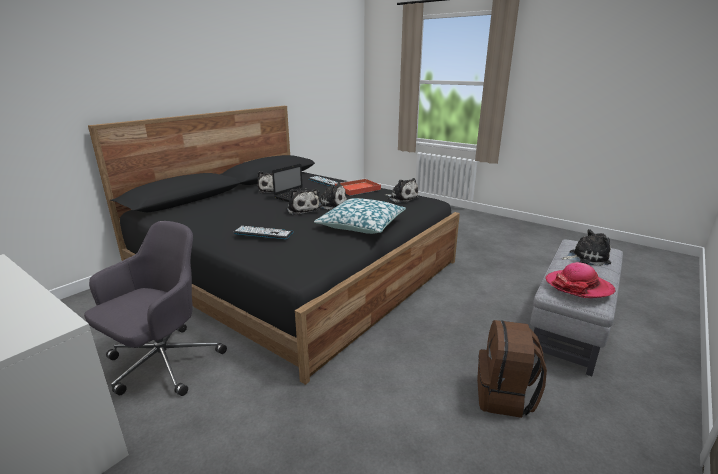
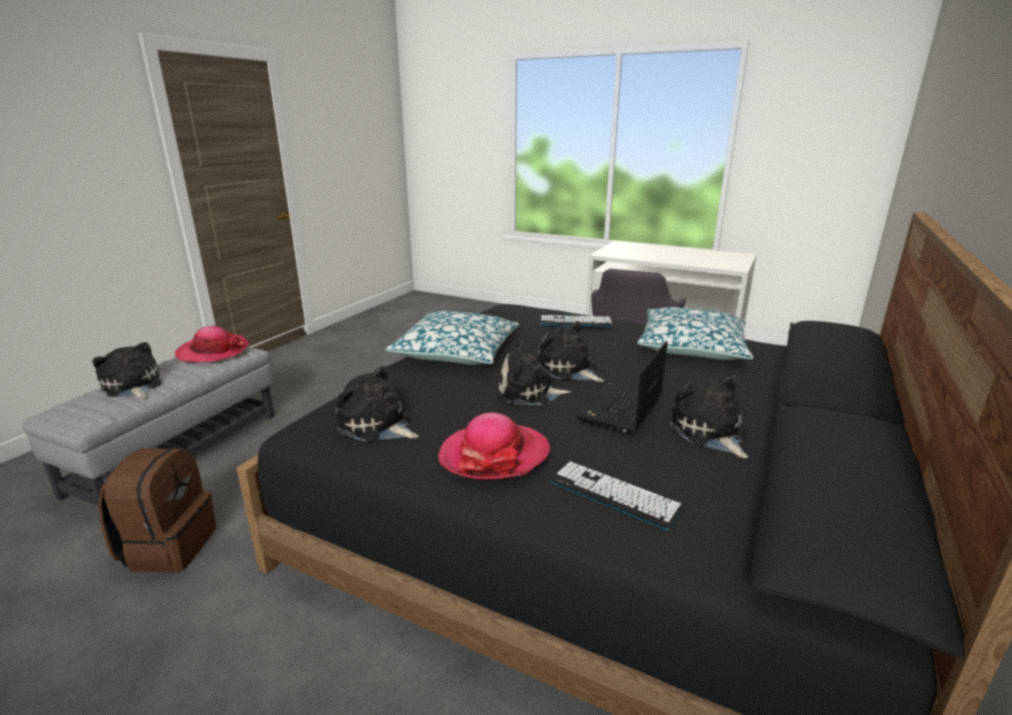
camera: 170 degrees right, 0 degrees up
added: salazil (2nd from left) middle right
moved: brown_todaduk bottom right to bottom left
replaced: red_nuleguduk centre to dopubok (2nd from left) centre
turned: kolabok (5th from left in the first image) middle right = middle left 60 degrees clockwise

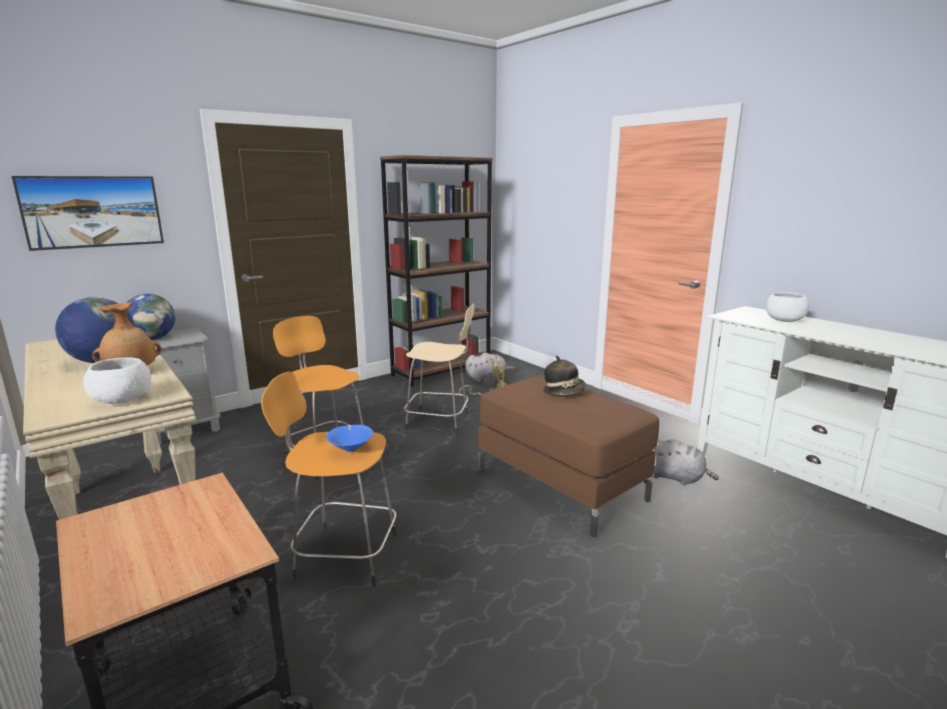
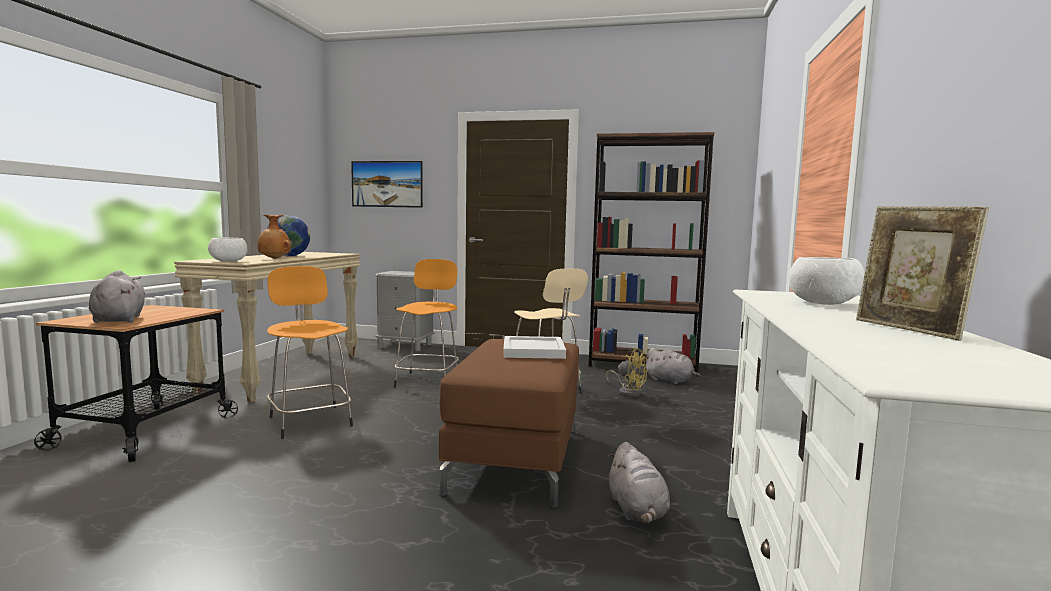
camera: 50 degrees right, 10 degrees down
removed: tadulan (2nd from left) middle left; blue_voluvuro centre
added: grey_kolabok (1st from left) middle left; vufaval middle right
replaced: dopubok centre to white_nuleguduk centre

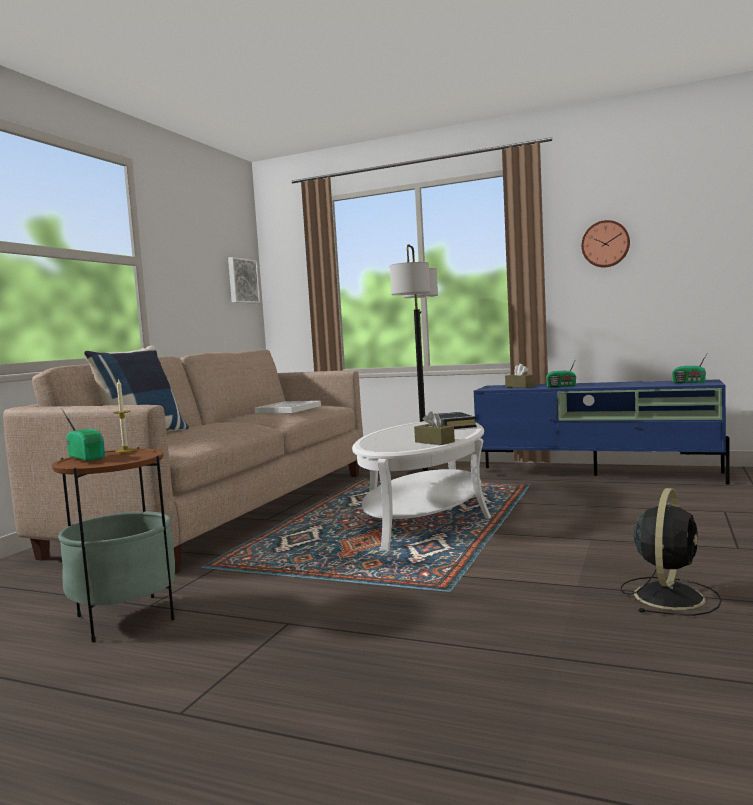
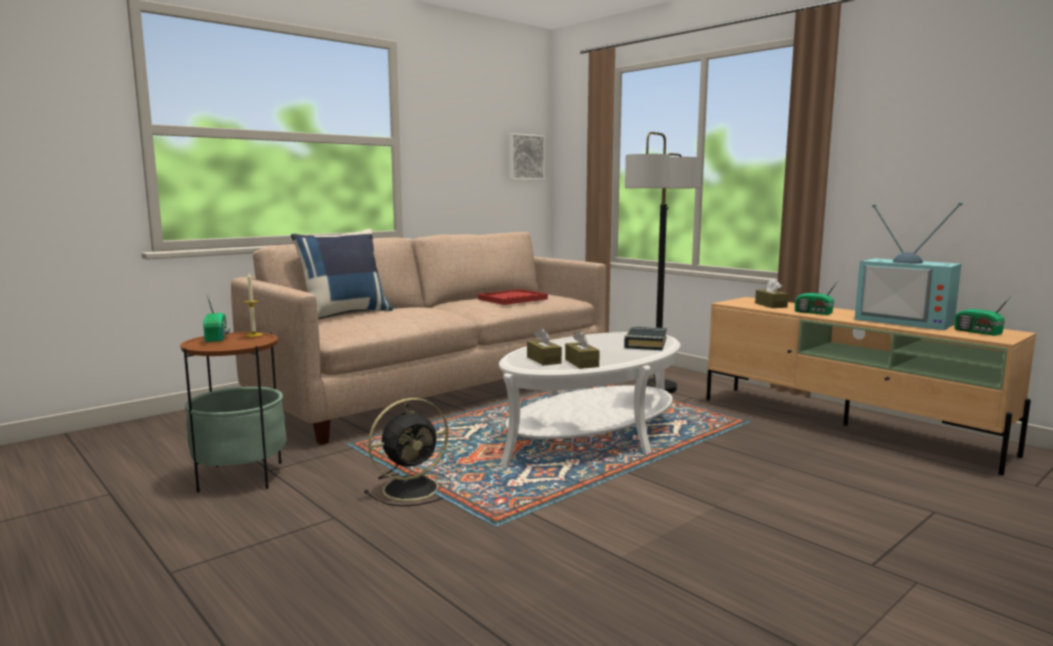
camera: 25 degrees right, 5 degrees up
removed: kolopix top right
added: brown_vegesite (1st from left) centre; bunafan middle right
moved: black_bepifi bottom right to bottom centre
recoloured: white_nuleguduk centre to red_nuleguduk centre; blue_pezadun middle right to beige_pezadun middle right

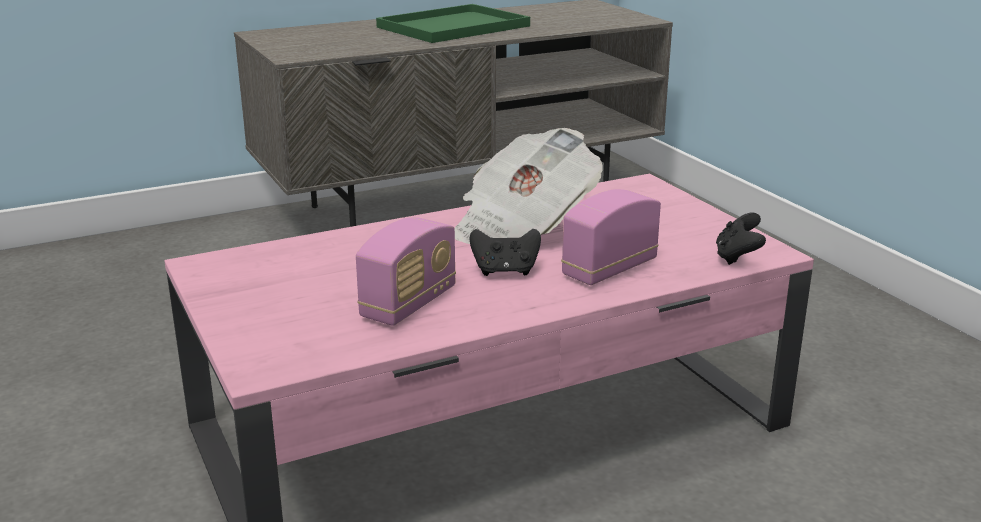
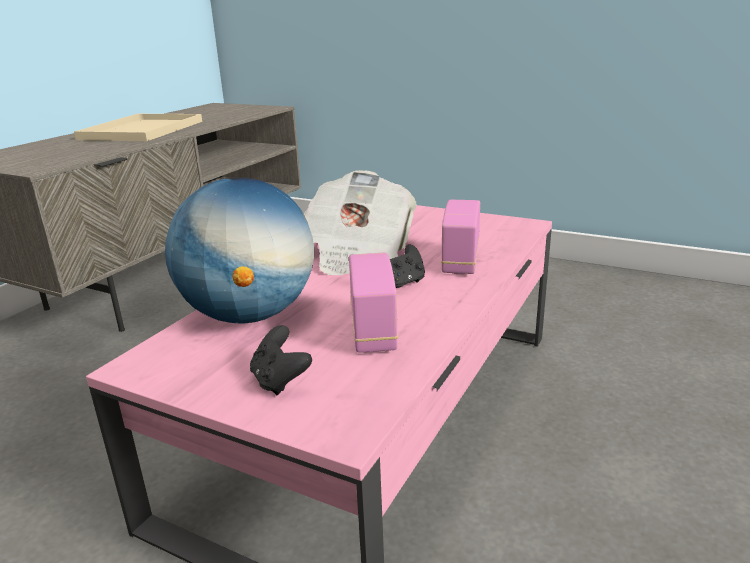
camera: 35 degrees left, 0 degrees up
added: tadulan middle left
moved: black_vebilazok (2nd from left in the first image) middle right to black_vebilazok (1st from left) centre
recoloured: green_nuleguduk top centre to beige_nuleguduk top left

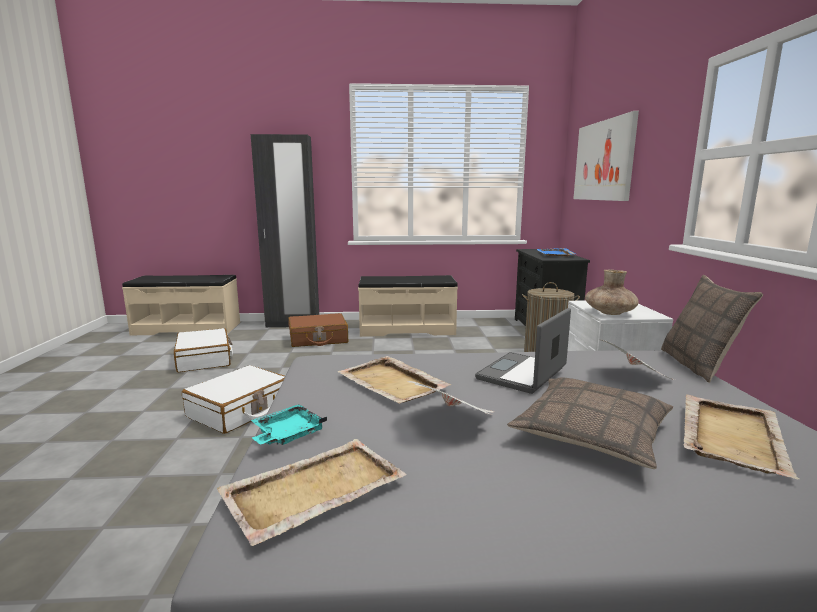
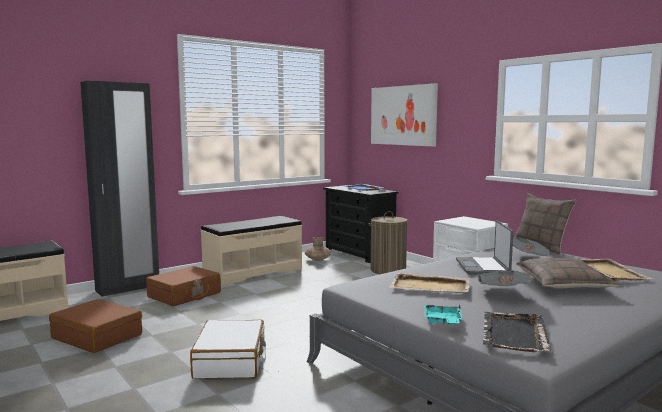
camera: 35 degrees left, 5 degrees down
moved: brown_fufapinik middle right to centre
recoloured: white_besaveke (1st from left) middle left to brown_besaveke (1st from left) bottom left; beige_nuleguduk (1st from left) bottom centre to black_nuleguduk bottom right

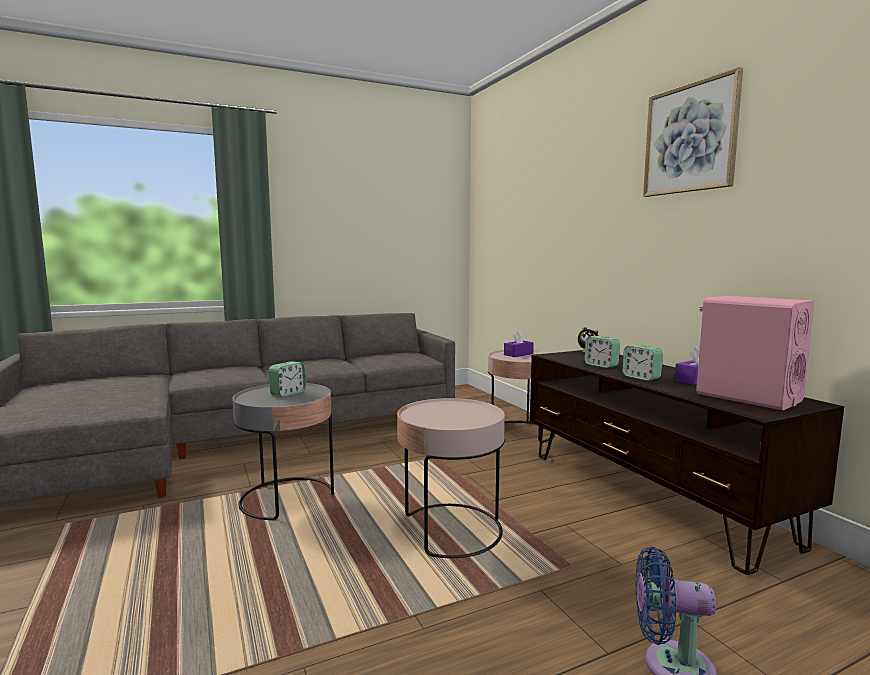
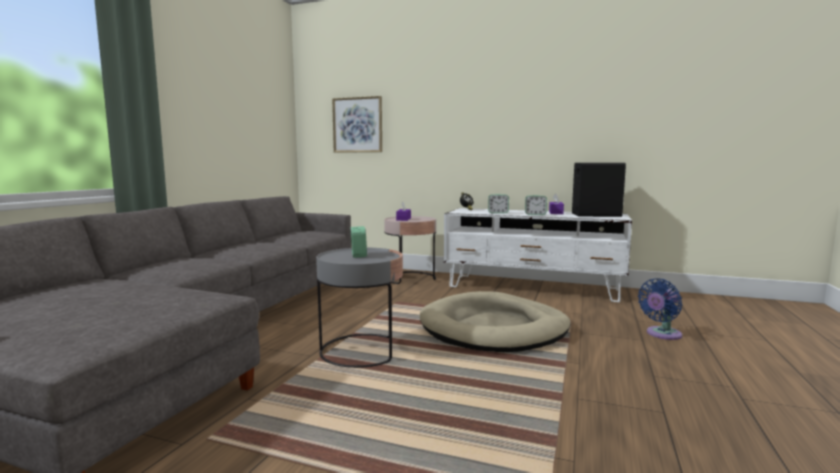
camera: 45 degrees left, 0 degrees up
moved: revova top right to top centre
replaced: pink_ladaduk (1st from left) bottom centre to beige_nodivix bottom centre
recoloured: brown_pezadun bottom right to white_pezadun centre; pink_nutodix middle right to black_nutodix middle right

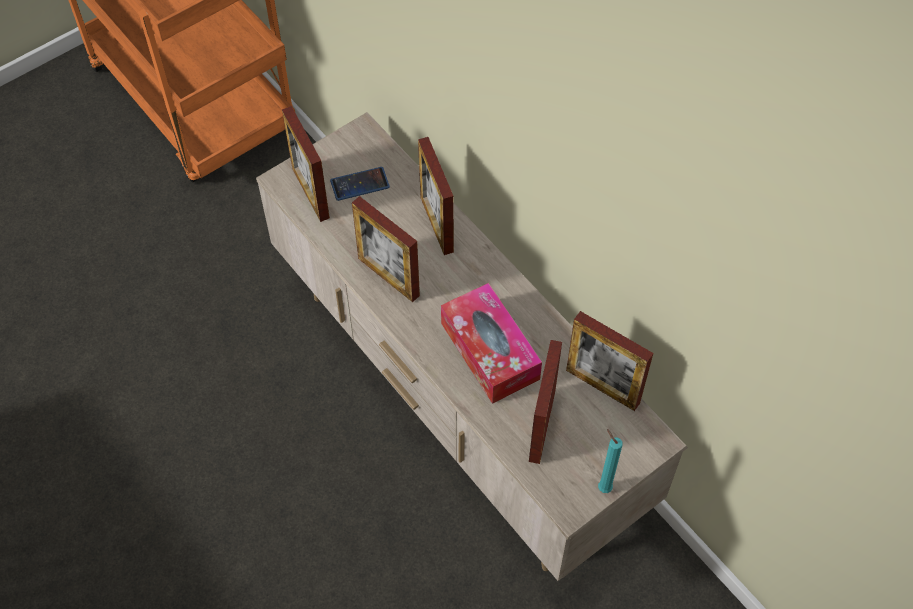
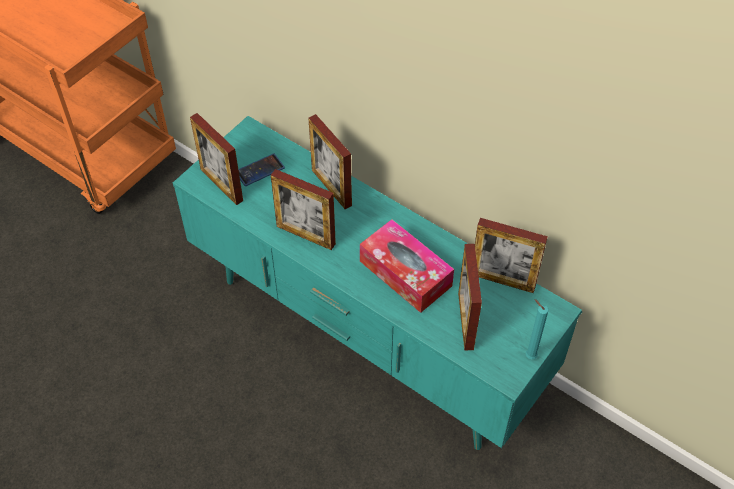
camera: 15 degrees left, 5 degrees down
recoloured: beige_pezadun centre to turquoise_pezadun centre

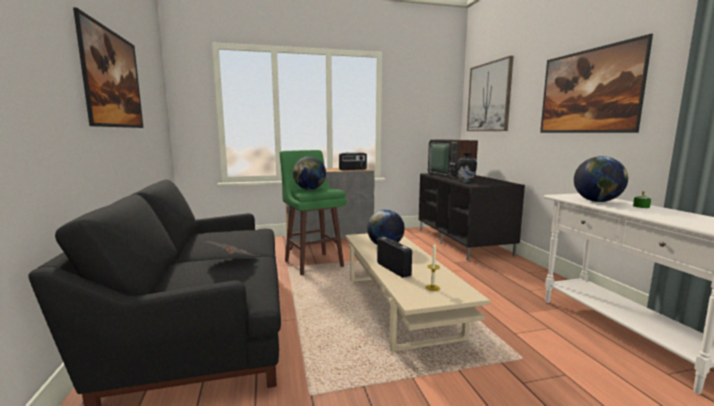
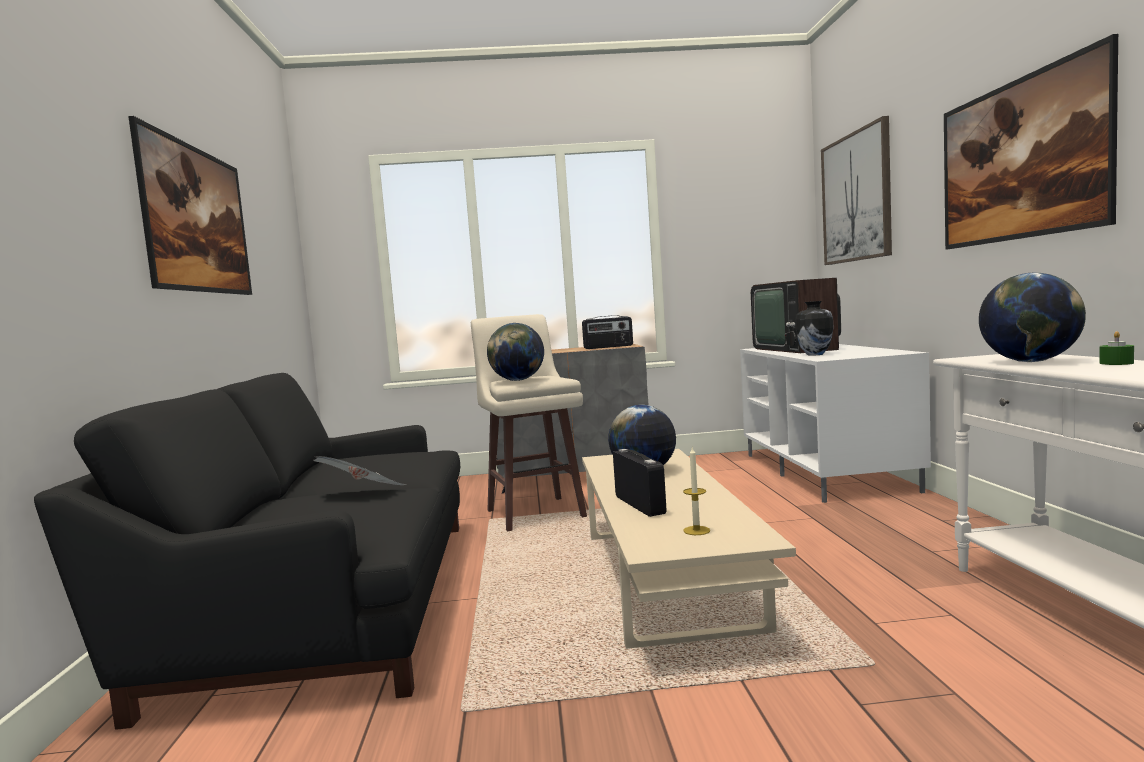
camera: 10 degrees right, 5 degrees down
recoloured: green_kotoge centre to beige_kotoge centre; black_pezadun centre to white_pezadun middle right

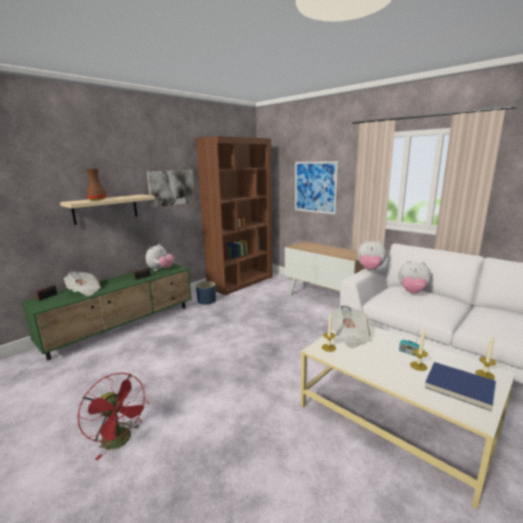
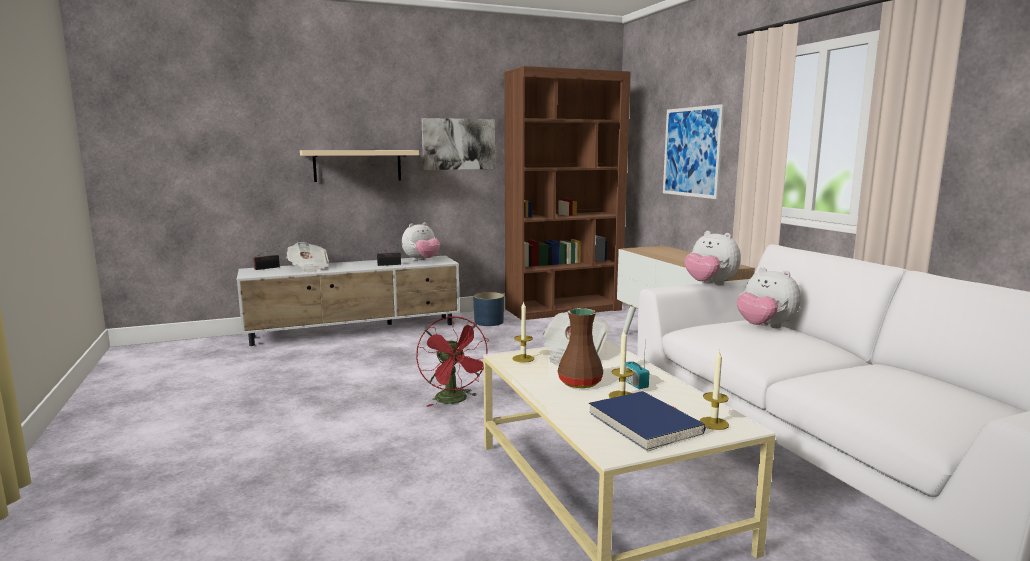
camera: 25 degrees right, 5 degrees down
moved: red_bepifi bottom left to centre; brown_fufapinik middle left to centre
recoloured: green_pezadun middle left to white_pezadun centre

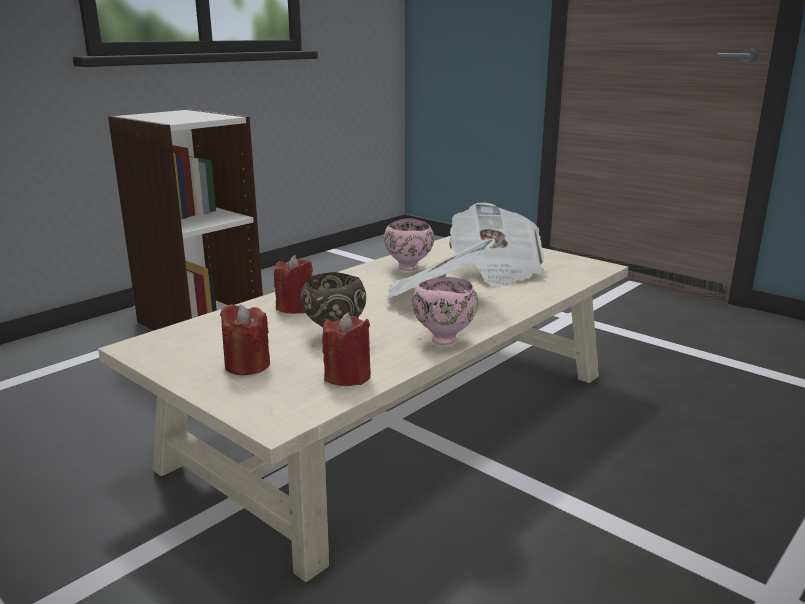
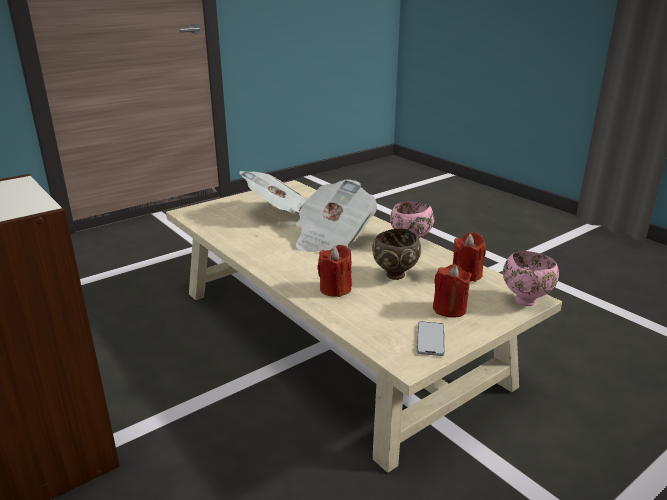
camera: 80 degrees left, 5 degrees up
added: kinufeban bottom centre
moved: pink_voluvuro (1st from left in the first image) centre to pink_voluvuro (2nd from left) middle right

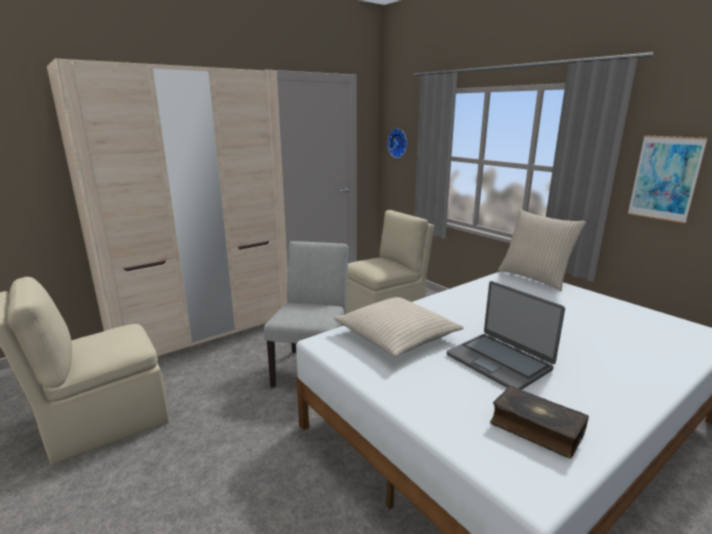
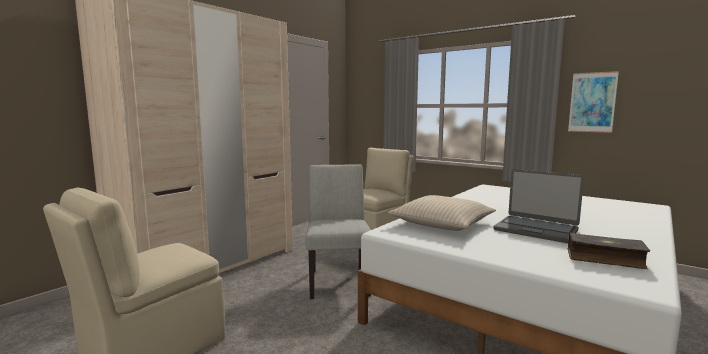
camera: 15 degrees left, 10 degrees down
removed: kolopix top centre; beige_salazil (2nd from left) middle right

